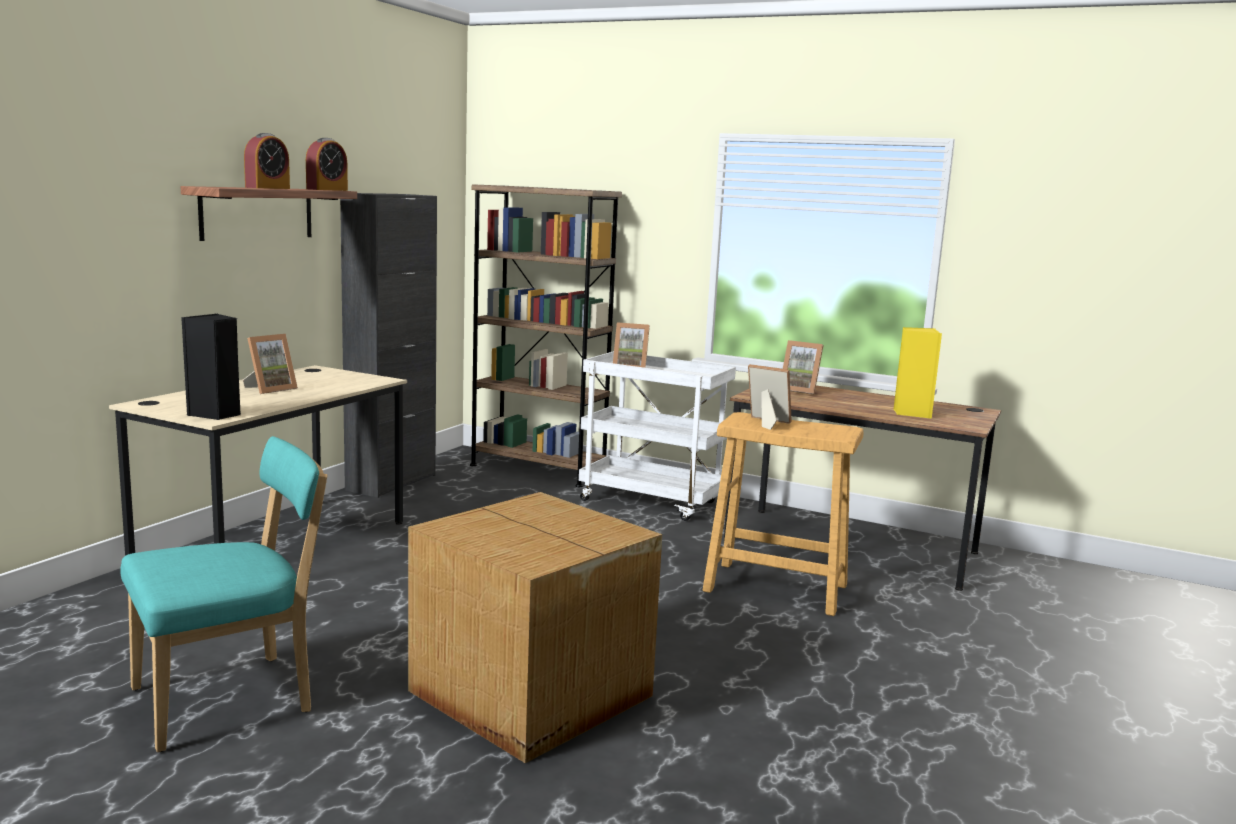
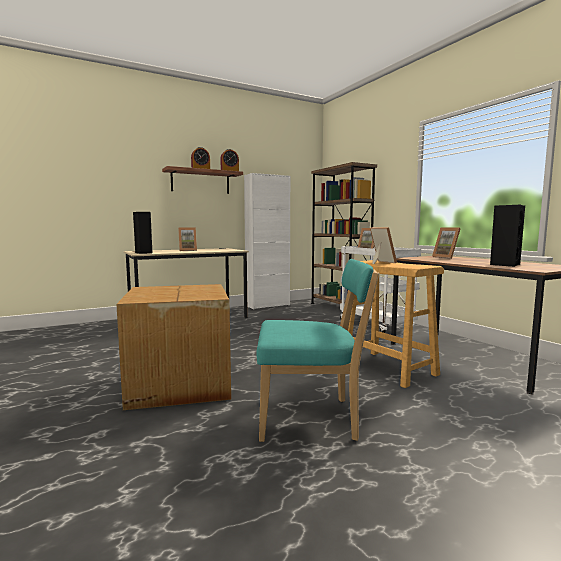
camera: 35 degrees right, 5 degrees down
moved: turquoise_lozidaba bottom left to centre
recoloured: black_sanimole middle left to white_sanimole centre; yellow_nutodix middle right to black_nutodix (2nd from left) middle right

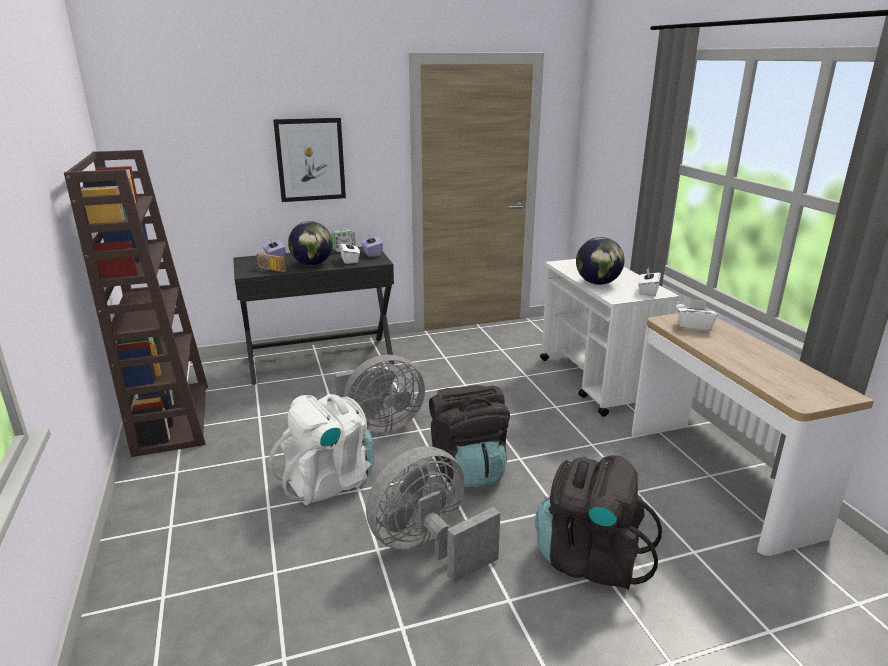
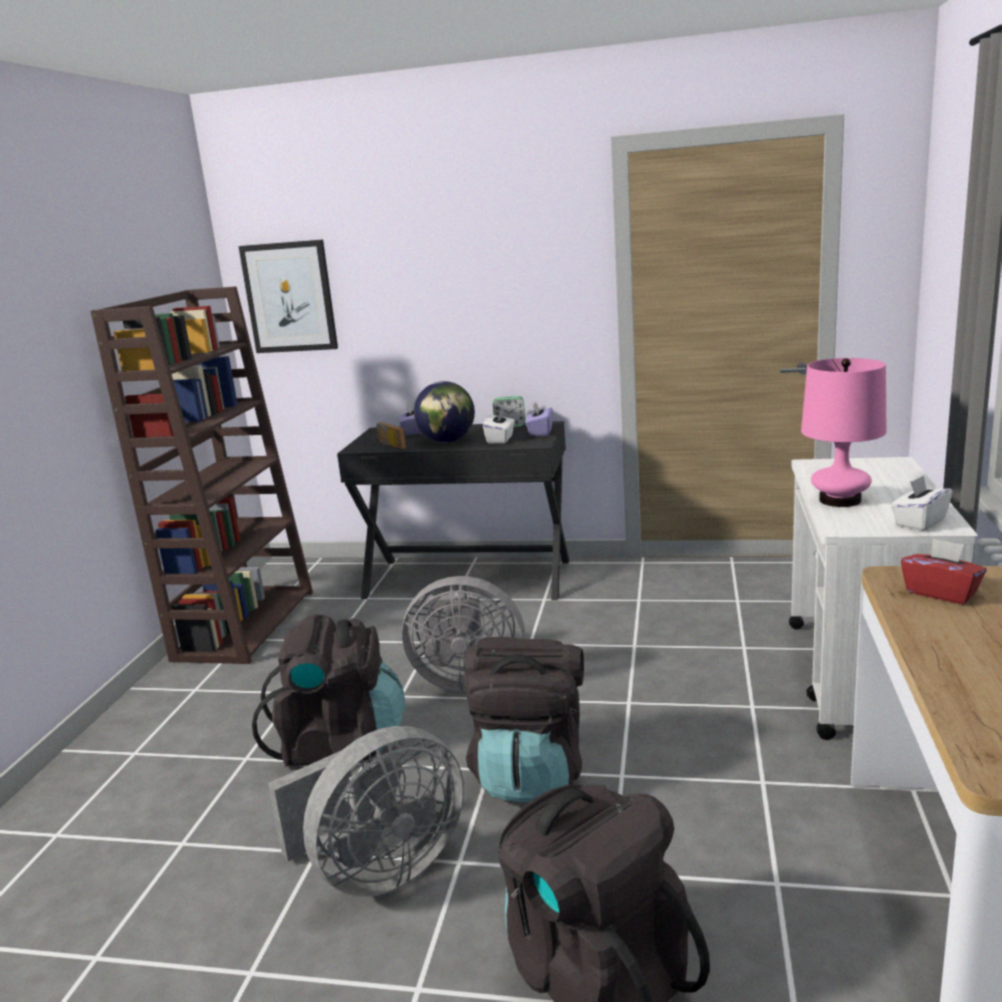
camera: 30 degrees right, 5 degrees down
moved: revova top centre to top left
replaced: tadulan (2nd from left) middle right to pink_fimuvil middle right
recoloured: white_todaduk bottom centre to black_todaduk (1st from left) bottom left; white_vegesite (3rd from left) middle right to red_vegesite middle right
turned: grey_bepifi (2nd from left in the first image) bottom centre = bottom centre 150 degrees clockwise

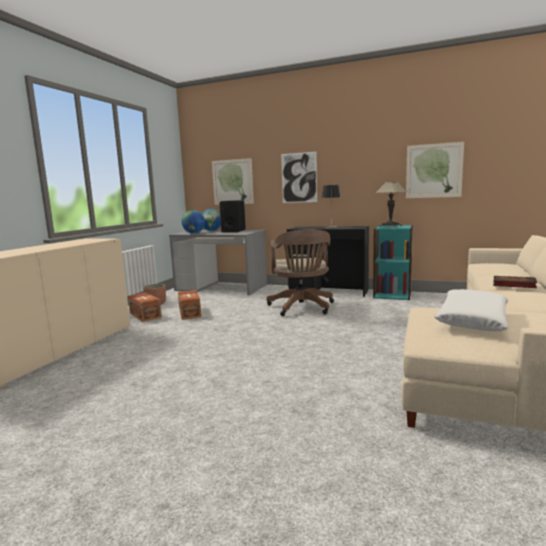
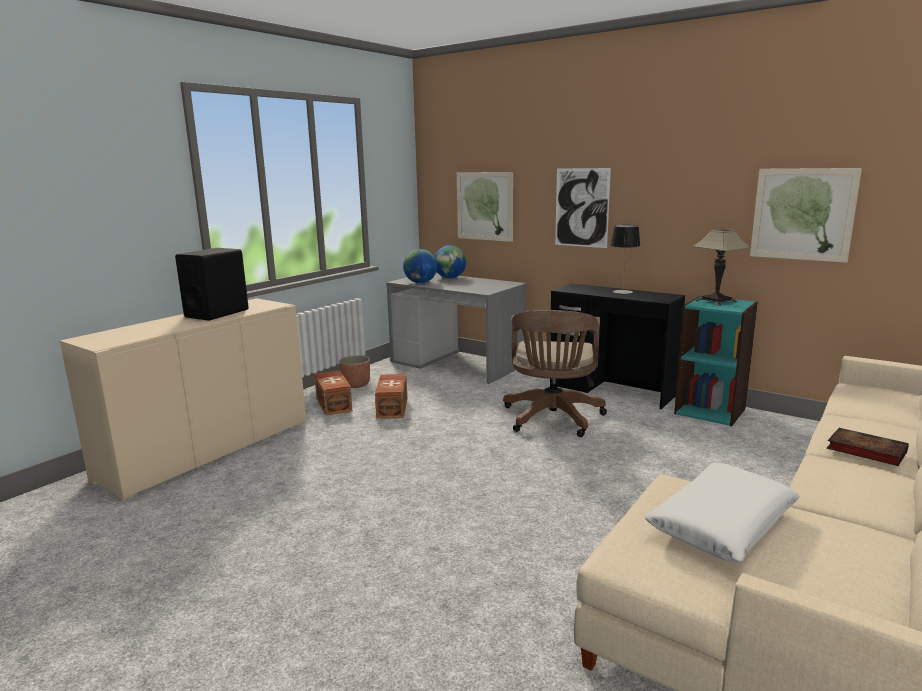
camera: 15 degrees right, 5 degrees up
moved: black_nutodix centre to middle left

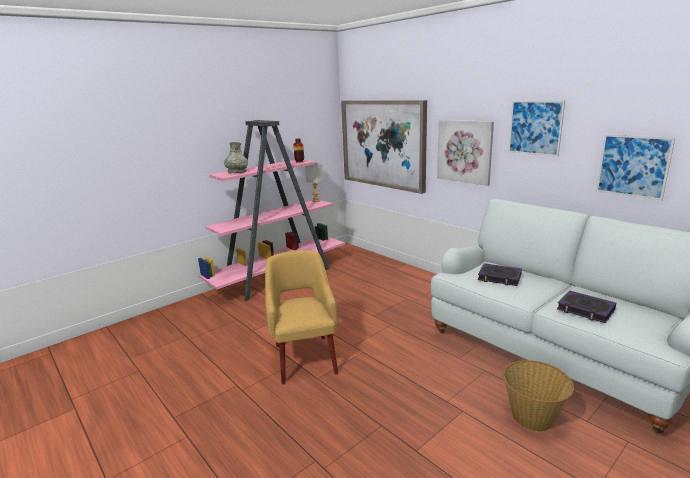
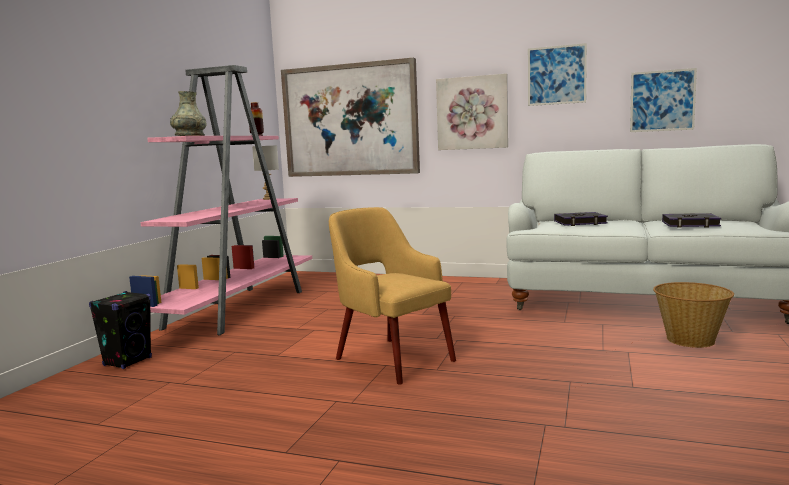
camera: 30 degrees left, 10 degrees down
added: black_nutodix bottom left

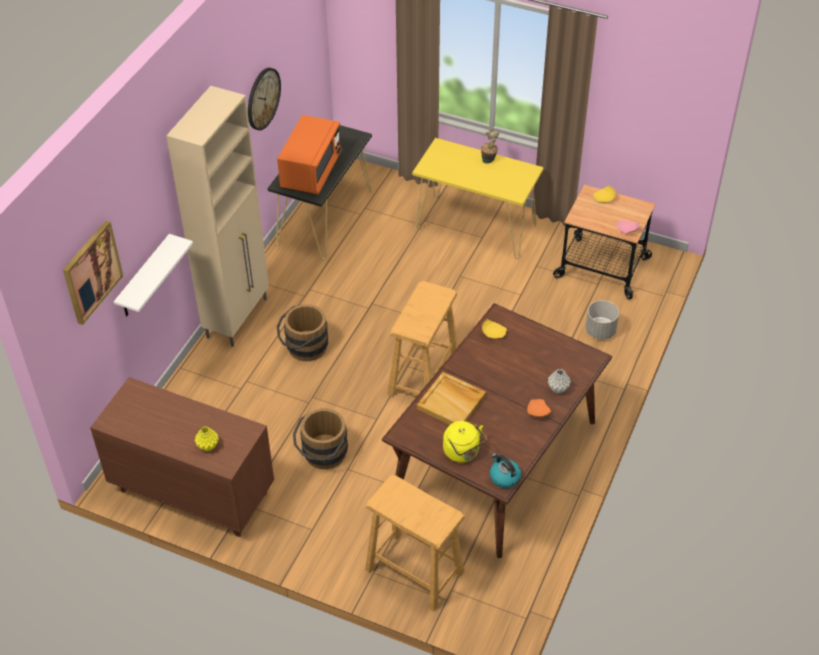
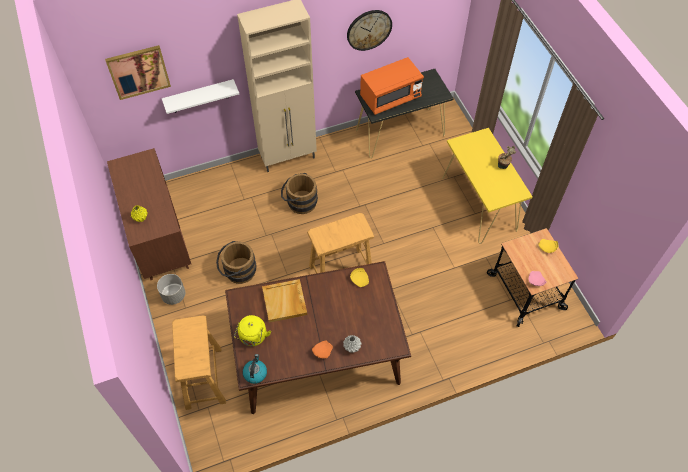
camera: 45 degrees right, 10 degrees up
moved: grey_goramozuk middle right to middle left

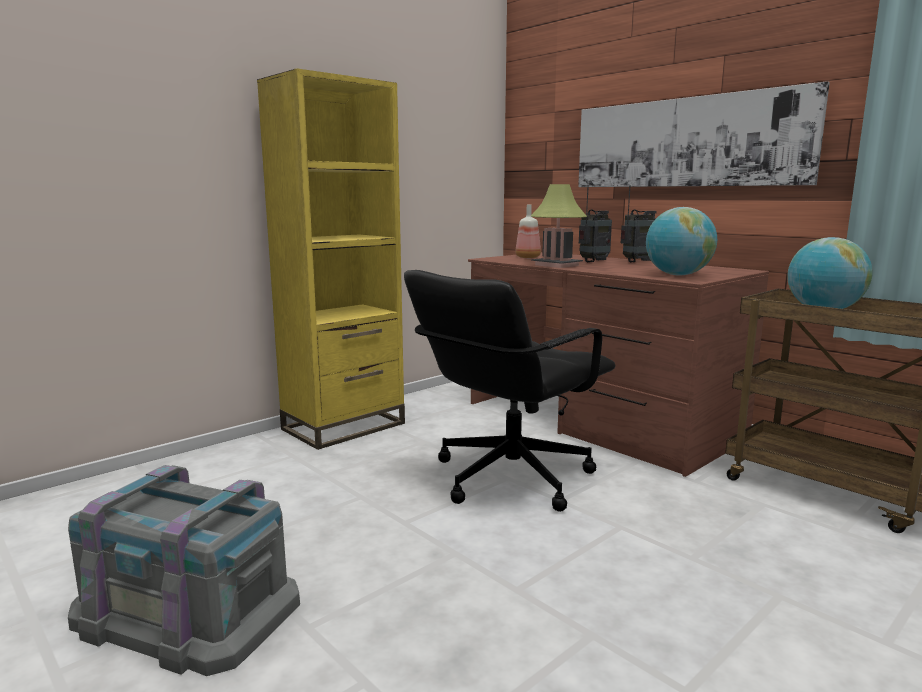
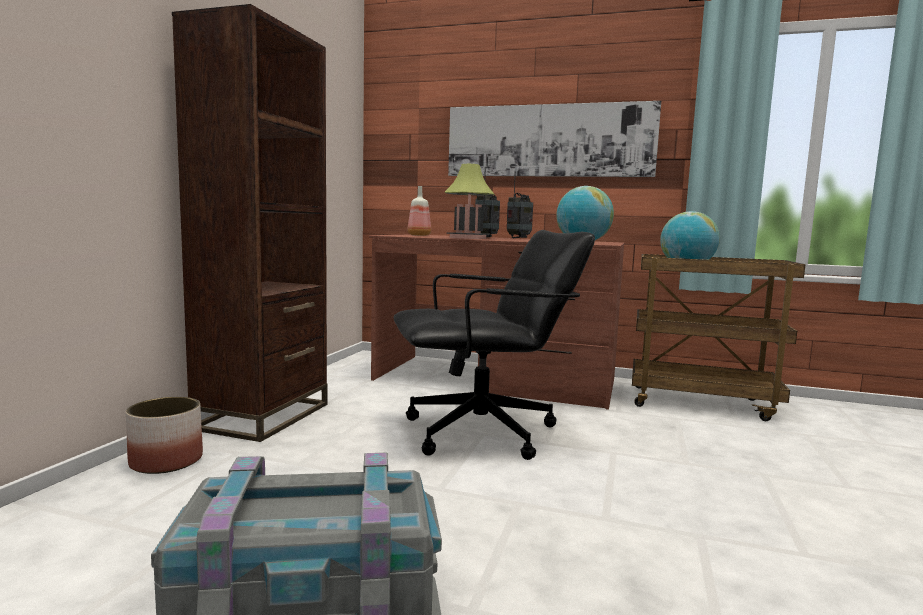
camera: 30 degrees left, 5 degrees down
added: goramozuk bottom left
recoloured: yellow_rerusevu centre to brown_rerusevu middle left
turned: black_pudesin centre = centre 120 degrees counterclockwise

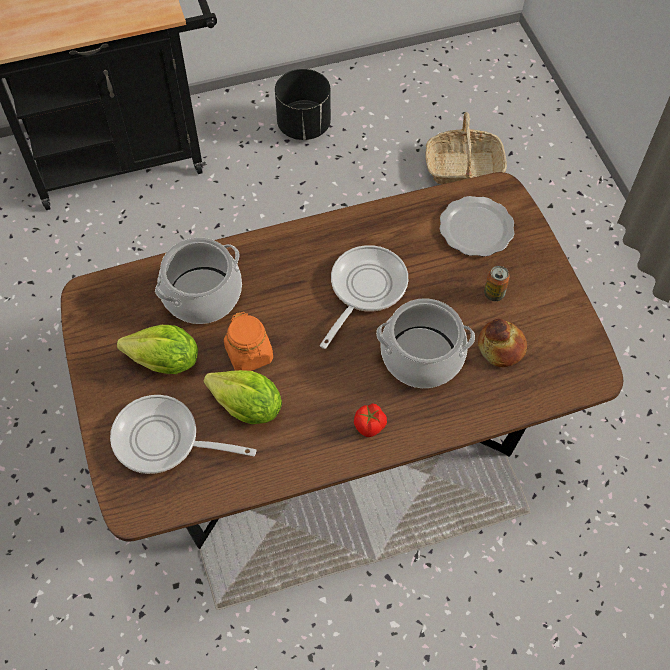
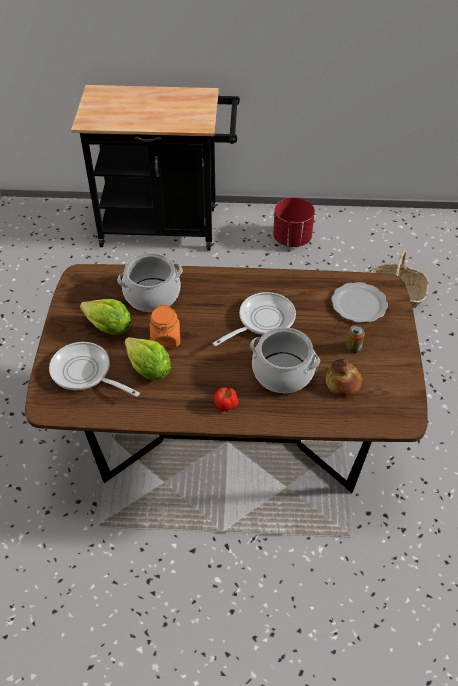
camera: 20 degrees right, 10 degrees down
recoloured: black_goramozuk top centre to red_goramozuk top centre

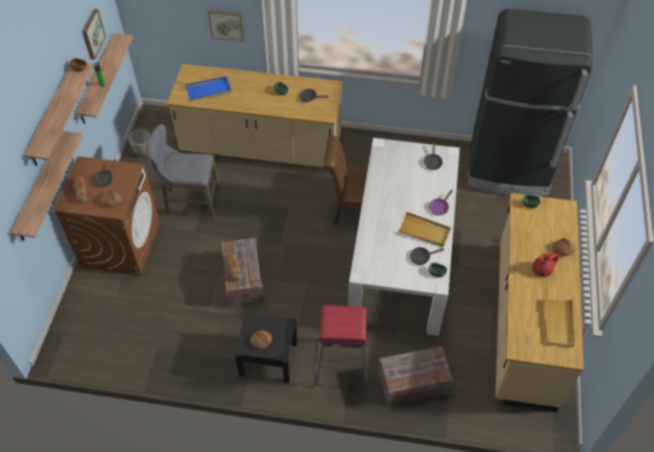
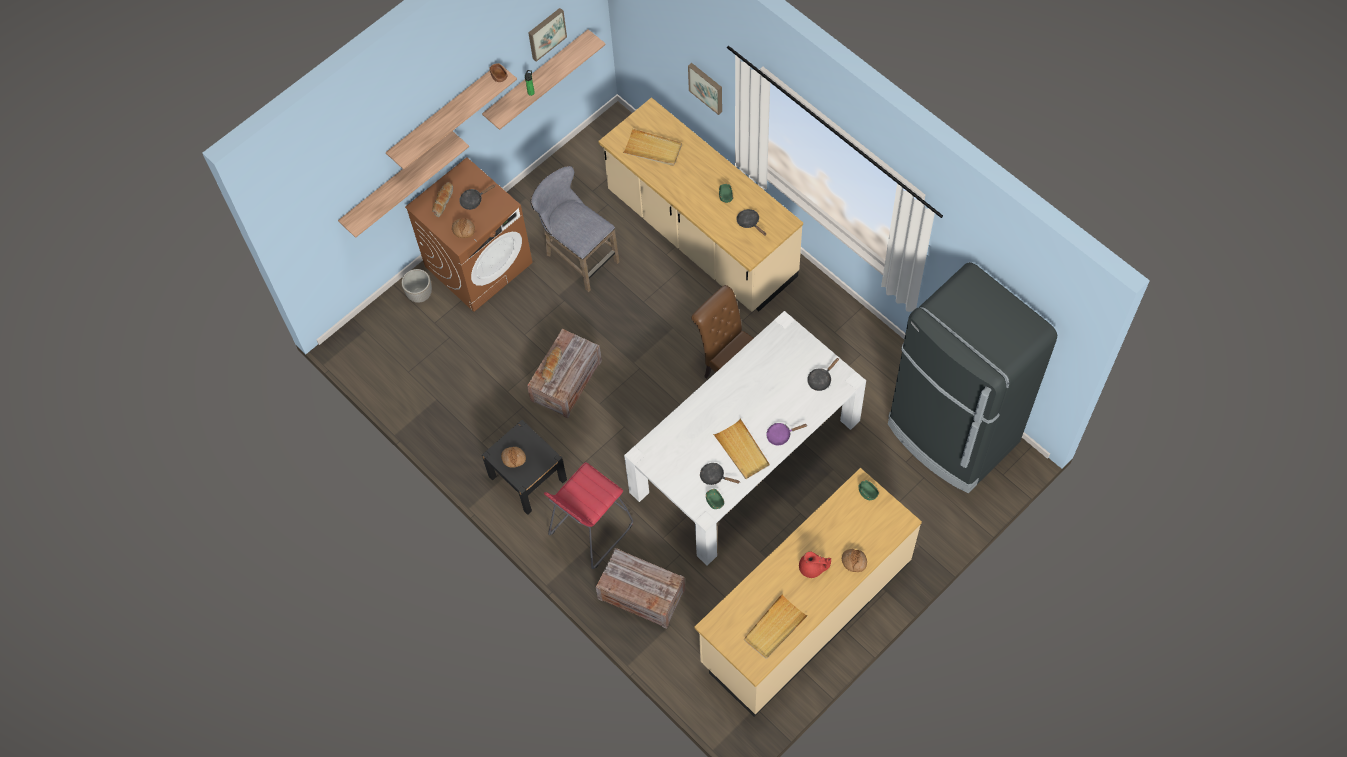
camera: 40 degrees right, 10 degrees up
moved: goramozuk top left to middle left
recoloured: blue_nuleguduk top left to beige_nuleguduk (1st from left) top centre

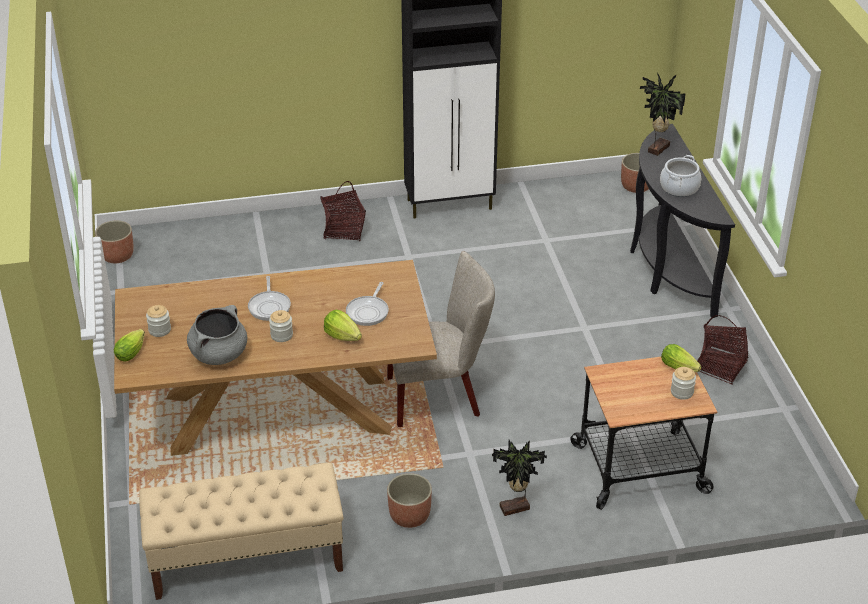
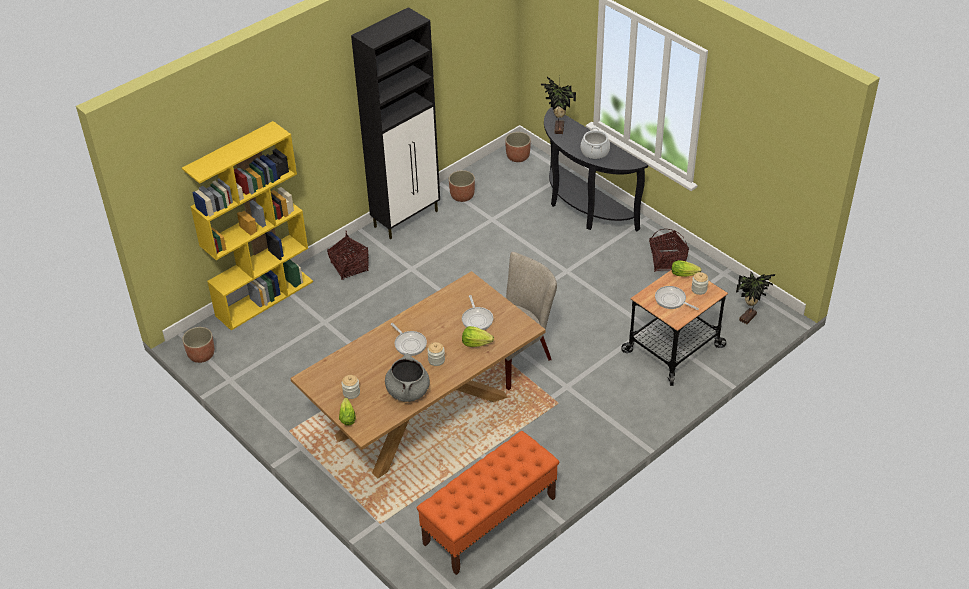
camera: 30 degrees left, 5 degrees up
added: yellow_rerusevu middle left; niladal (3rd from left) middle right
moved: goramozuk (2nd from left) bottom centre to top centre; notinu (1st from left in the first image) bottom centre to notinu (2nd from left) middle right
recoloured: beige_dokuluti bottom left to orange_dokuluti bottom centre

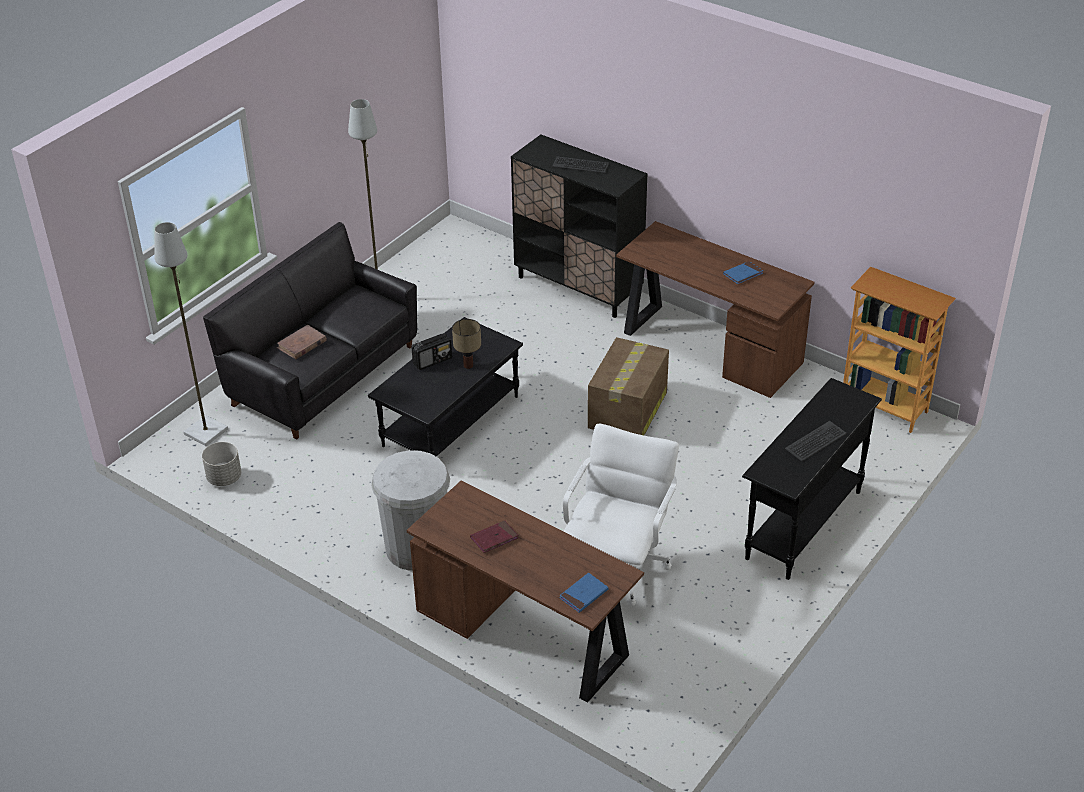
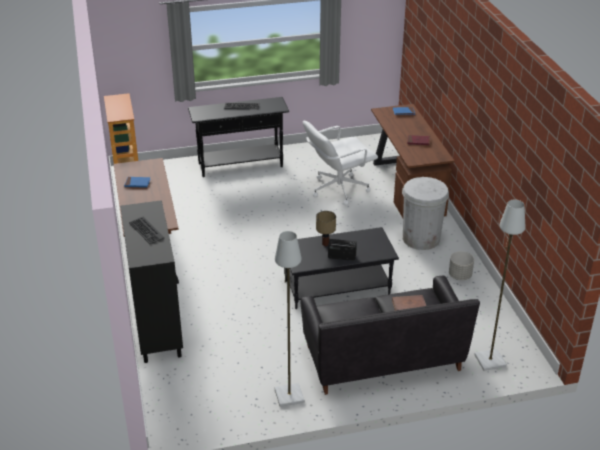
camera: 140 degrees left, 5 degrees down
removed: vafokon centre
moved: grey_goramozuk middle left to middle right

